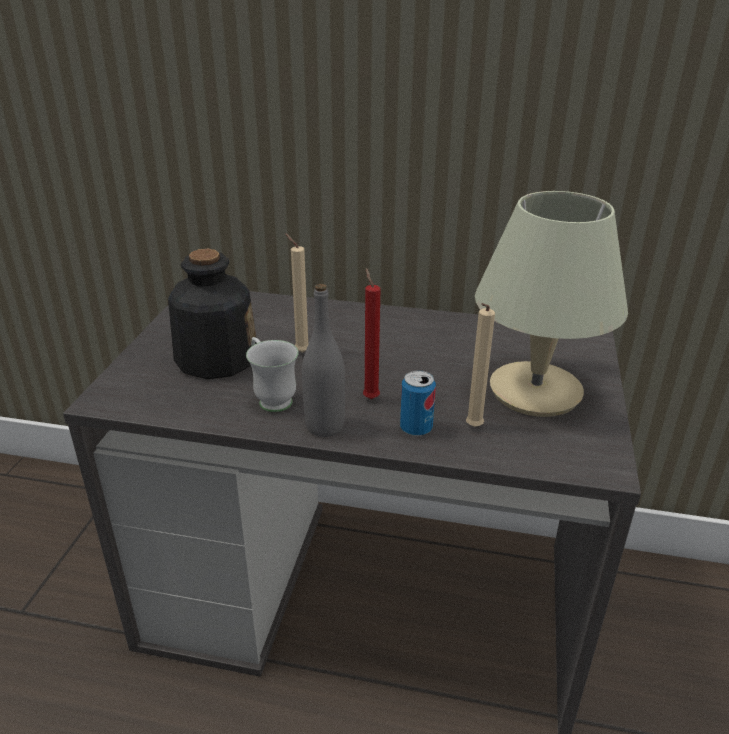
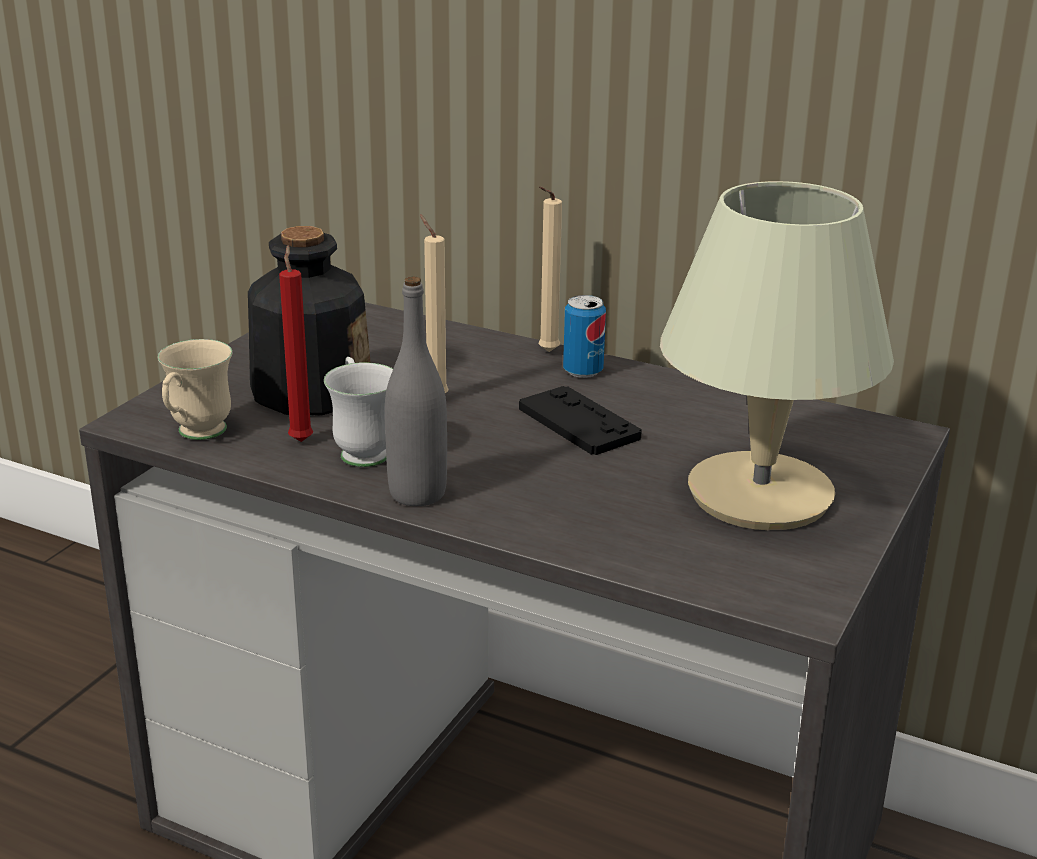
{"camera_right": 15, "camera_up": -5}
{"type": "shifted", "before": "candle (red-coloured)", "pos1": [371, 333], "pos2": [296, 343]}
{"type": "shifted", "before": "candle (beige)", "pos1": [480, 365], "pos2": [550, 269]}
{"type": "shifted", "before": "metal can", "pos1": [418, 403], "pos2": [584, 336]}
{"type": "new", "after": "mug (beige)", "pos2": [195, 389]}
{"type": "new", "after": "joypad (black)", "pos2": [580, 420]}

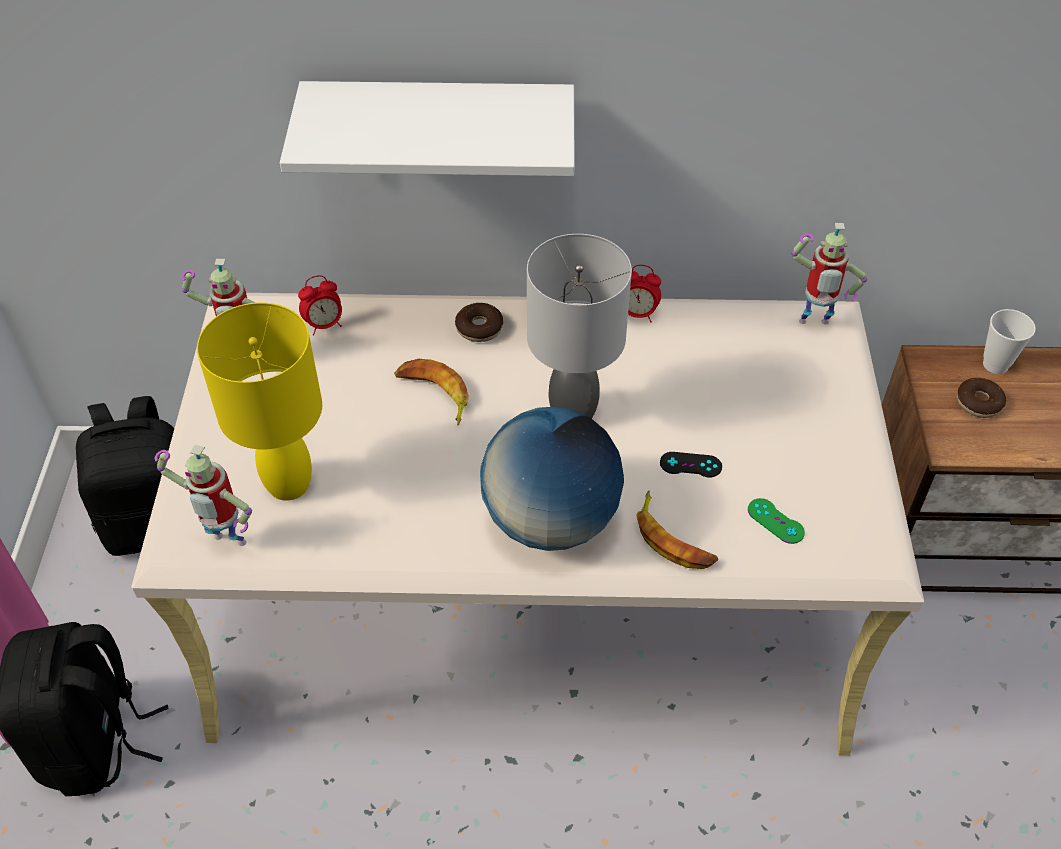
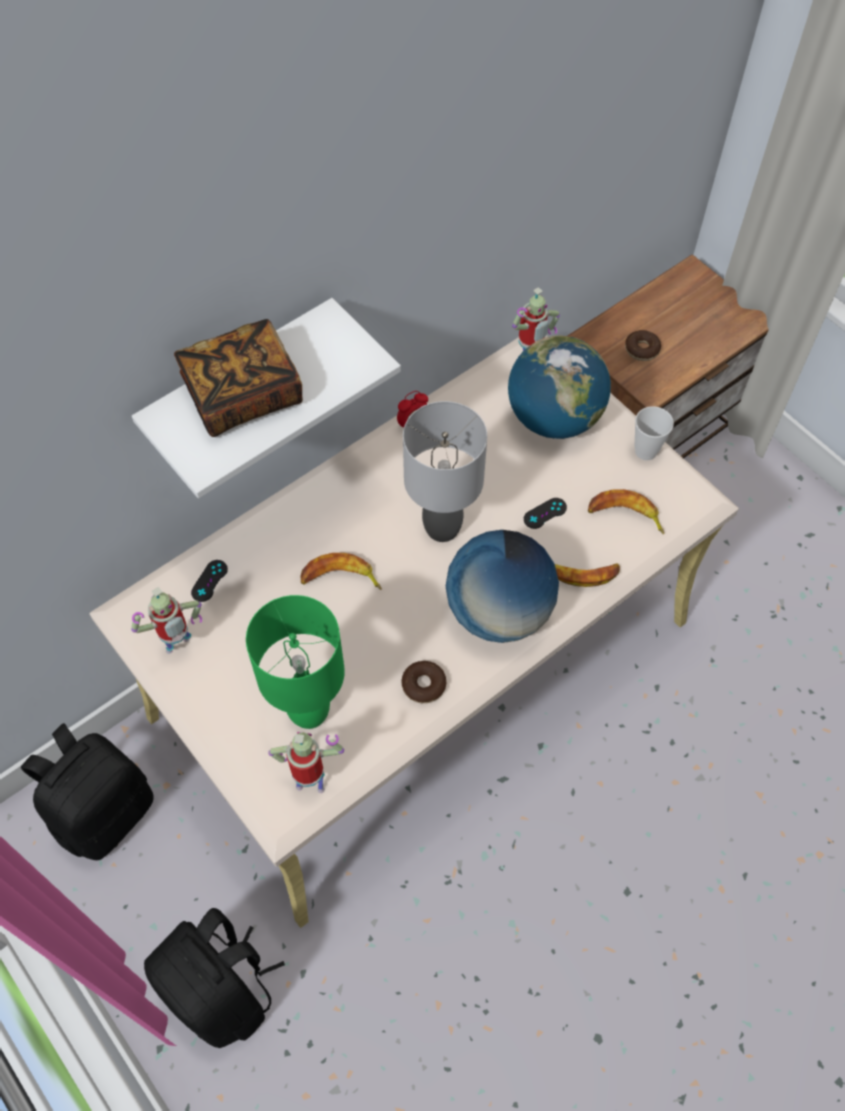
{"camera_right": -40, "camera_up": 10}
{"type": "swapped", "before": "table clock", "after": "joypad (black)", "pos1": [320, 305], "pos2": [209, 581]}
{"type": "repainted", "before": "table lamp (yellow)", "after": "table lamp (greenish)", "pos1": [259, 402], "pos2": [295, 662]}
{"type": "shifted", "before": "ring doughnut", "pos1": [479, 322], "pos2": [424, 682]}
{"type": "shifted", "before": "cup", "pos1": [1009, 341], "pos2": [654, 433]}
{"type": "rotated", "before": "toy robot", "pos1": [203, 495], "pos2": [306, 762], "turn": -150}
{"type": "swapped", "before": "joypad (greenish)", "after": "whole banana", "pos1": [776, 521], "pos2": [626, 512]}
{"type": "new", "after": "volume", "pos2": [238, 378]}
{"type": "new", "after": "desk globe", "pos2": [559, 387]}

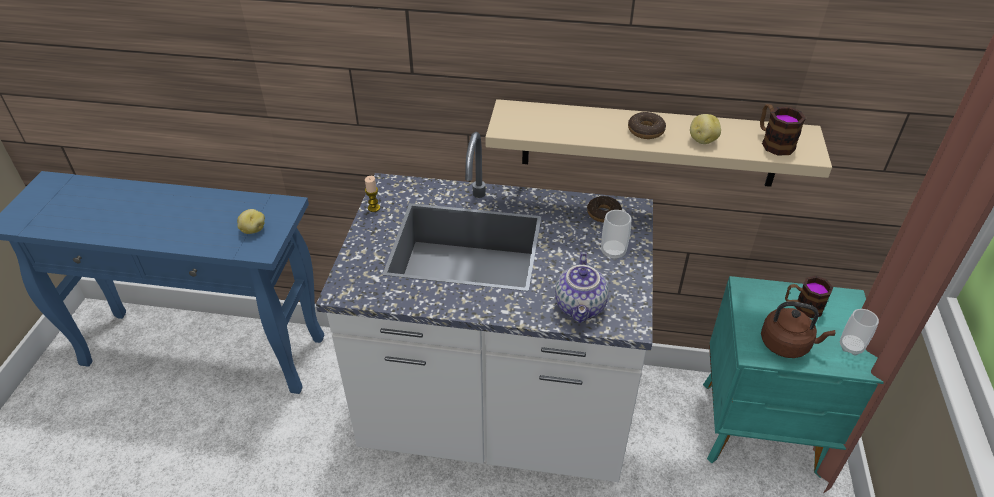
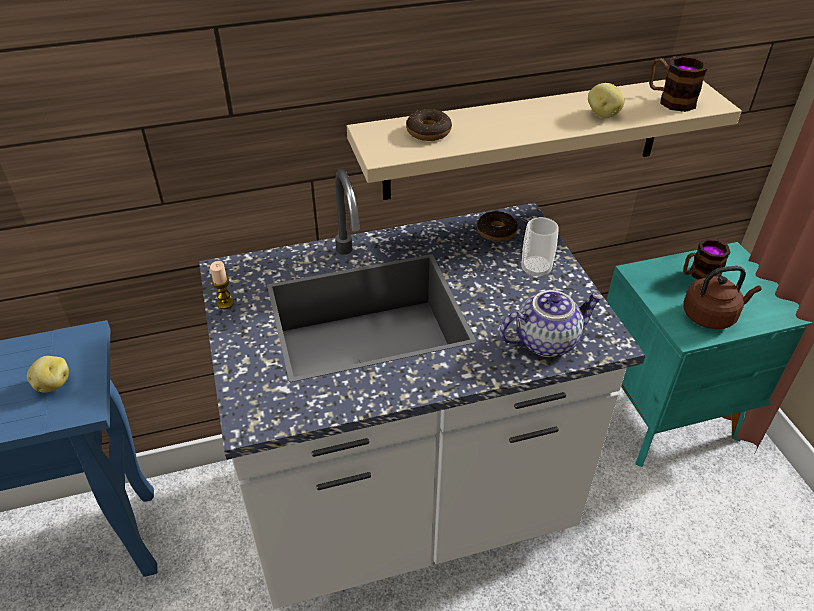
{"camera_right": -25, "camera_up": 0}
{"type": "shifted", "before": "ring doughnut", "pos1": [647, 125], "pos2": [429, 125]}
{"type": "rotated", "before": "teapot", "pos1": [582, 287], "pos2": [551, 323], "turn": -90}
{"type": "gone", "before": "cup", "pos1": [859, 332]}

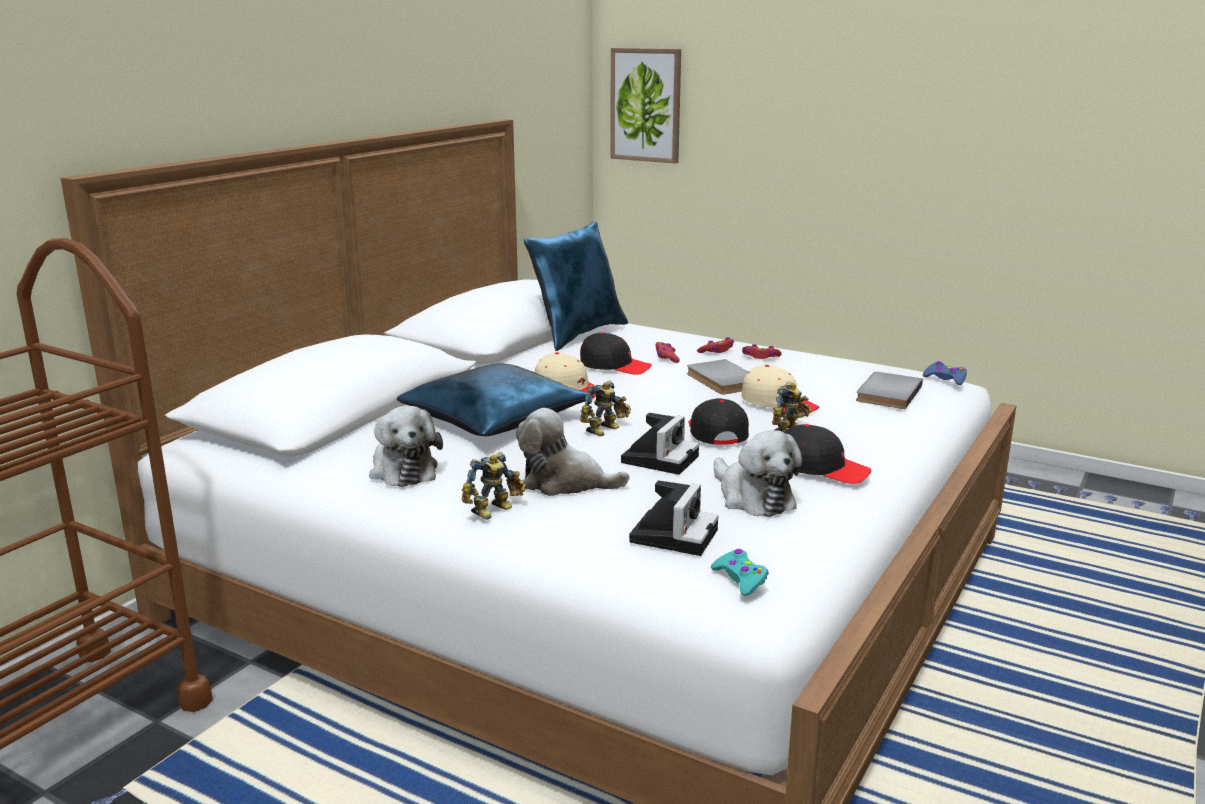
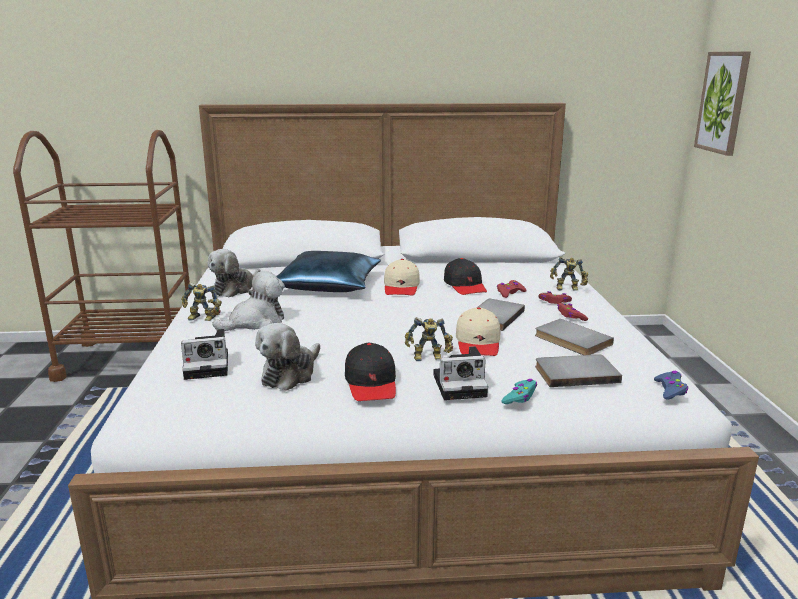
{"camera_right": 55, "camera_up": 0}
{"type": "gone", "before": "pillow (blue)", "pos1": [576, 286]}
{"type": "shifted", "before": "toy robot", "pos1": [605, 409], "pos2": [569, 273]}
{"type": "gone", "before": "peaked cap (black)", "pos1": [718, 421]}
{"type": "rotated", "before": "soft toy", "pos1": [573, 452], "pos2": [248, 301], "turn": 75}
{"type": "shifted", "before": "still camera", "pos1": [660, 444], "pos2": [460, 373]}
{"type": "shifted", "before": "joypad (turquoise)", "pos1": [740, 572], "pos2": [519, 391]}
{"type": "new", "after": "volume (greyish)", "pos2": [574, 337]}

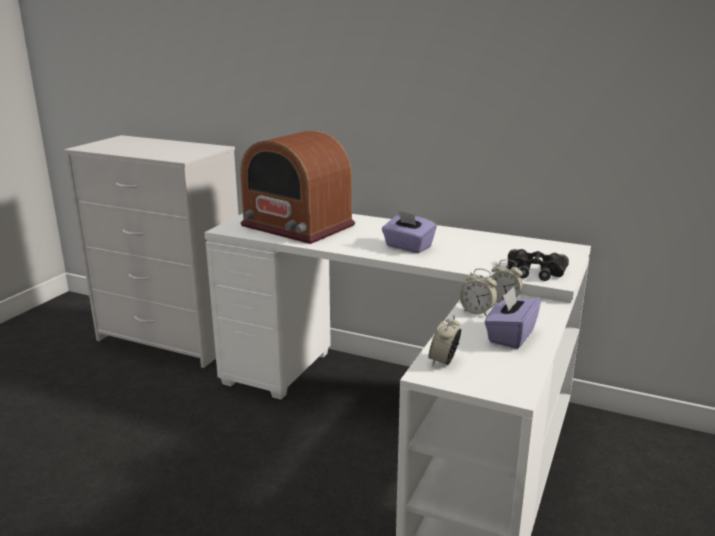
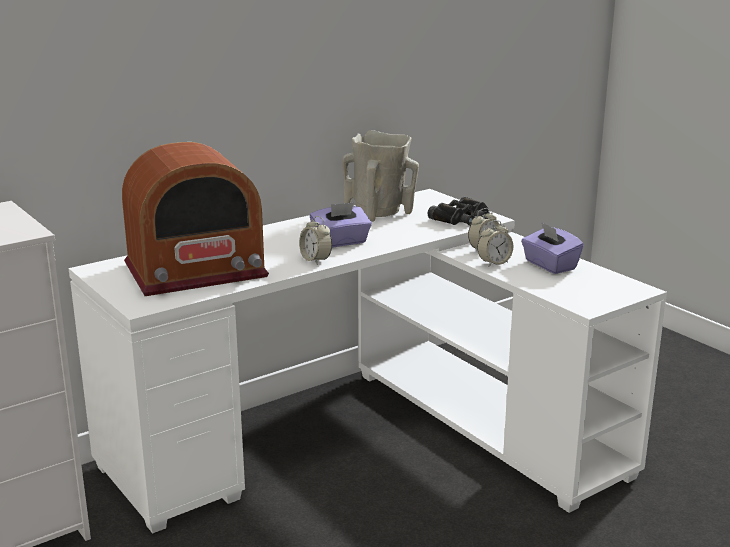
{"camera_right": -60, "camera_up": 0}
{"type": "shifted", "before": "table clock", "pos1": [444, 340], "pos2": [315, 240]}
{"type": "new", "after": "vase (beige)", "pos2": [380, 176]}

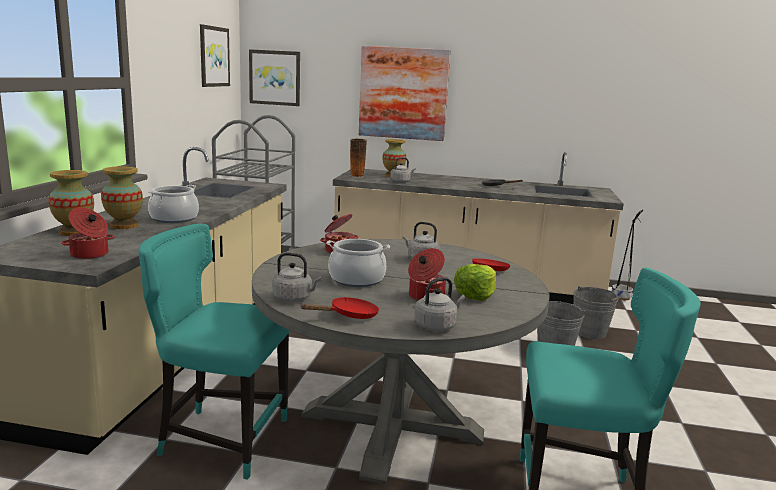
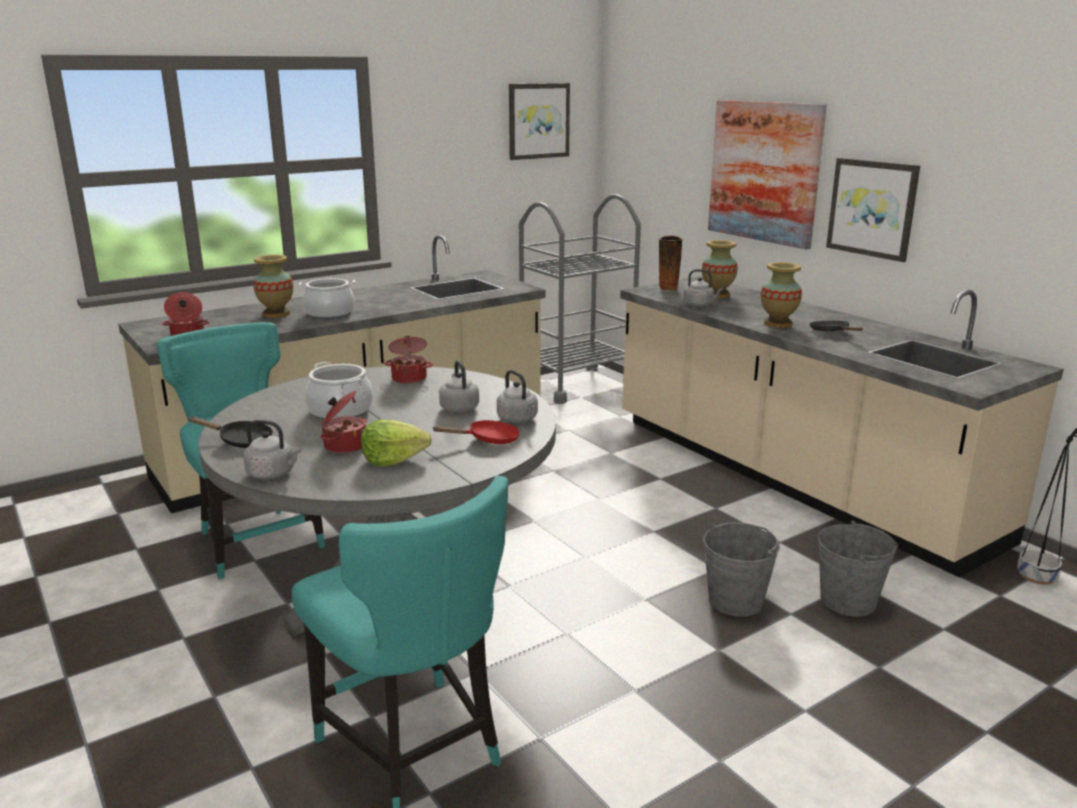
{"camera_right": 45, "camera_up": 5}
{"type": "shifted", "before": "wall picture", "pos1": [274, 77], "pos2": [873, 210]}
{"type": "shifted", "before": "vase", "pos1": [71, 203], "pos2": [781, 295]}
{"type": "shifted", "before": "kettle (greyish)", "pos1": [297, 277], "pos2": [517, 396]}
{"type": "repainted", "before": "pan (red-coloured)", "after": "pan (black)", "pos1": [339, 308], "pos2": [230, 432]}

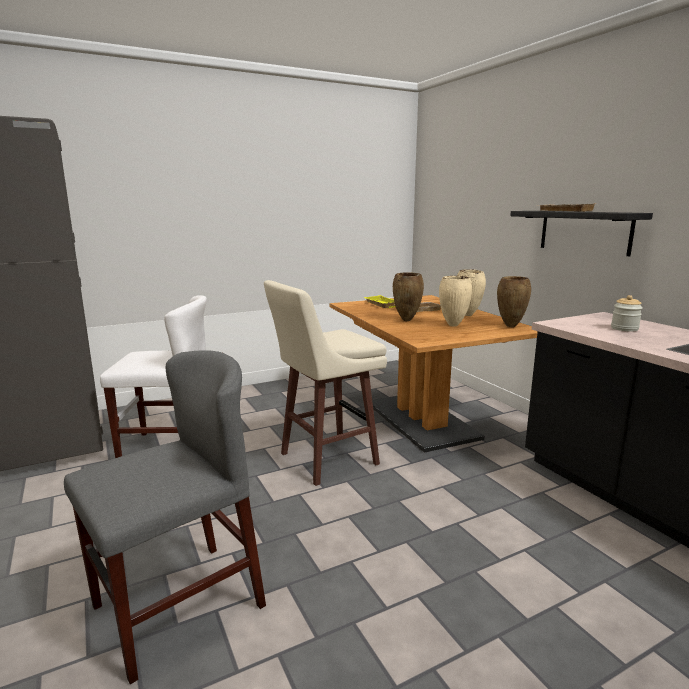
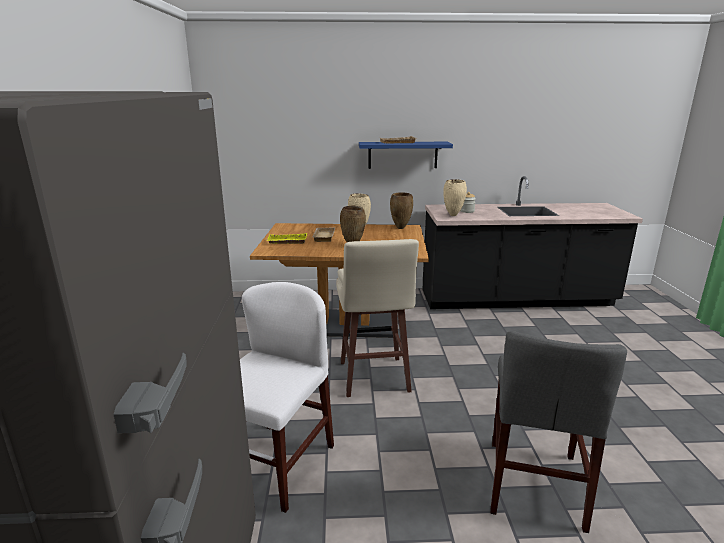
{"camera_right": -65, "camera_up": 5}
{"type": "repainted", "before": "wall shelf (black)", "after": "wall shelf (blue)", "pos1": [581, 233], "pos2": [406, 155]}
{"type": "shifted", "before": "vase (beige)", "pos1": [455, 301], "pos2": [455, 197]}
{"type": "rotated", "before": "upright chair (greyish)", "pos1": [165, 517], "pos2": [558, 432], "turn": -150}

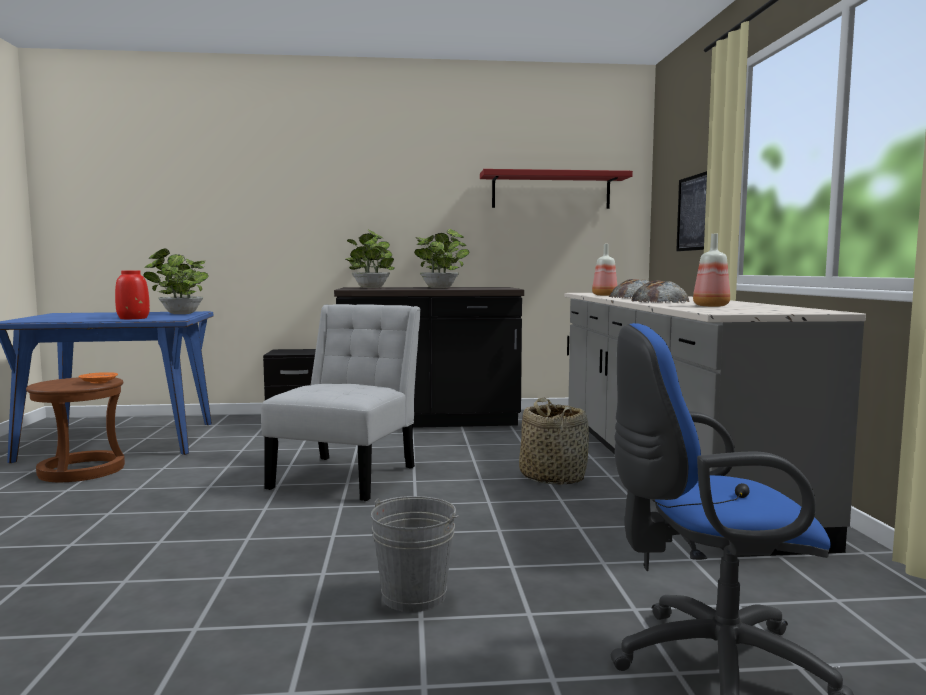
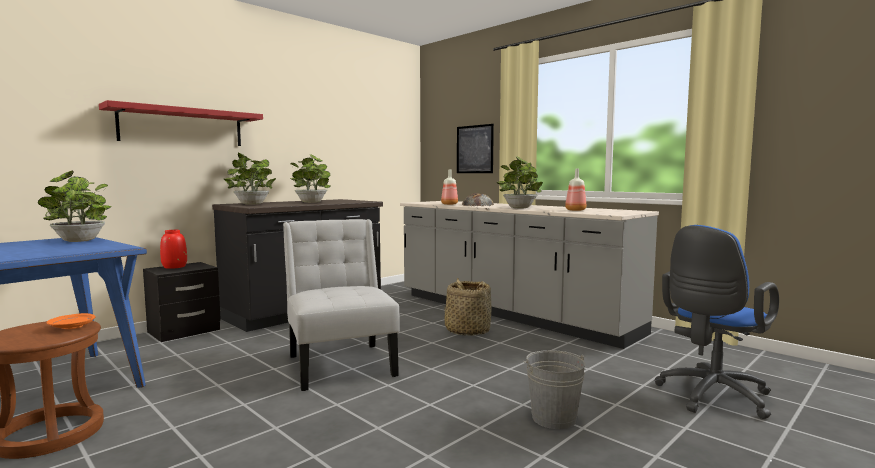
{"camera_right": -40, "camera_up": 0}
{"type": "shifted", "before": "wall shelf (red-coloured)", "pos1": [556, 189], "pos2": [181, 123]}
{"type": "shifted", "before": "vase (red-coloured)", "pos1": [132, 294], "pos2": [173, 249]}
{"type": "swapped", "before": "baked bread", "after": "potted plant", "pos1": [660, 291], "pos2": [520, 182]}

